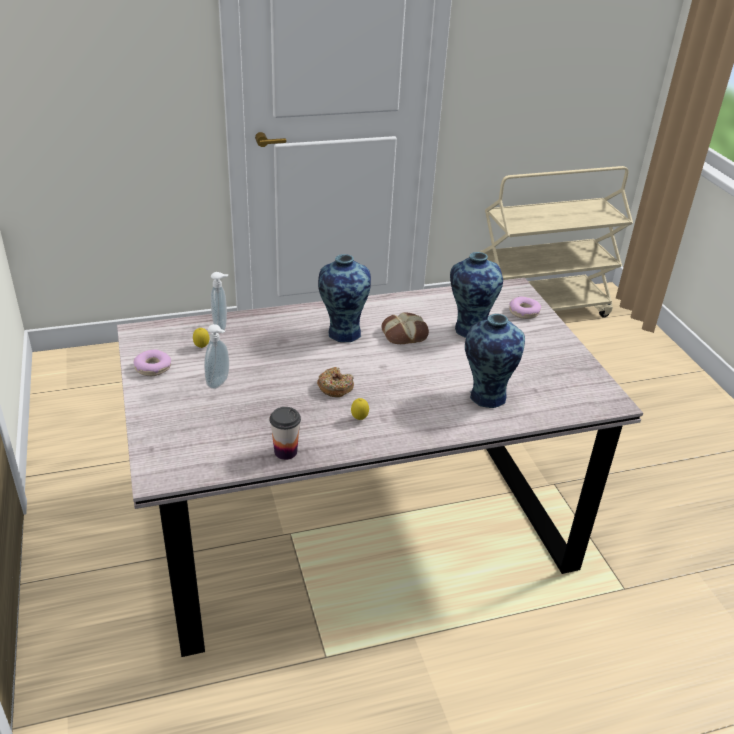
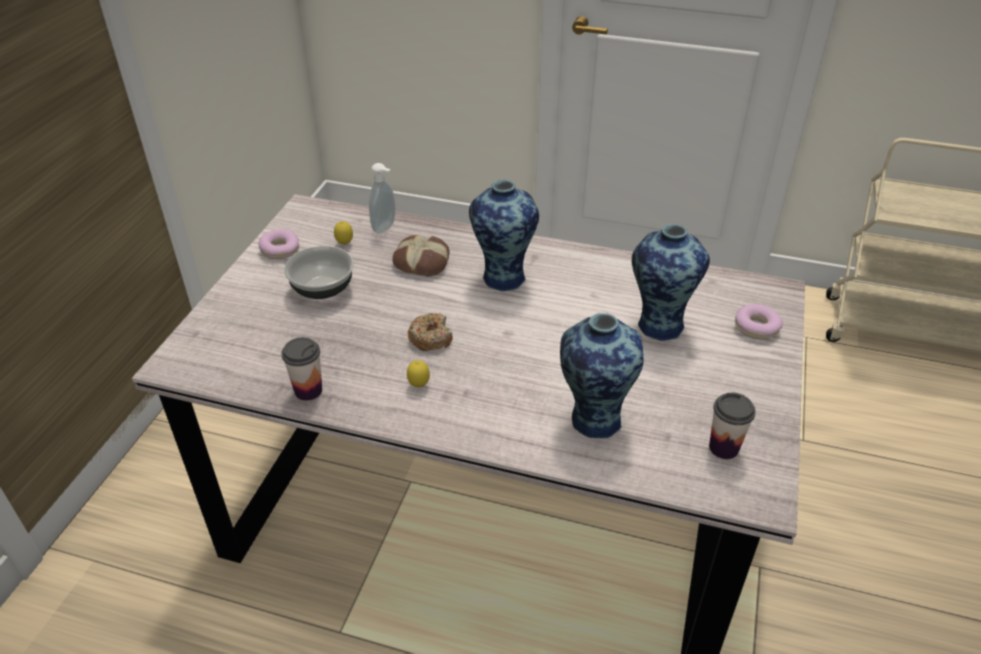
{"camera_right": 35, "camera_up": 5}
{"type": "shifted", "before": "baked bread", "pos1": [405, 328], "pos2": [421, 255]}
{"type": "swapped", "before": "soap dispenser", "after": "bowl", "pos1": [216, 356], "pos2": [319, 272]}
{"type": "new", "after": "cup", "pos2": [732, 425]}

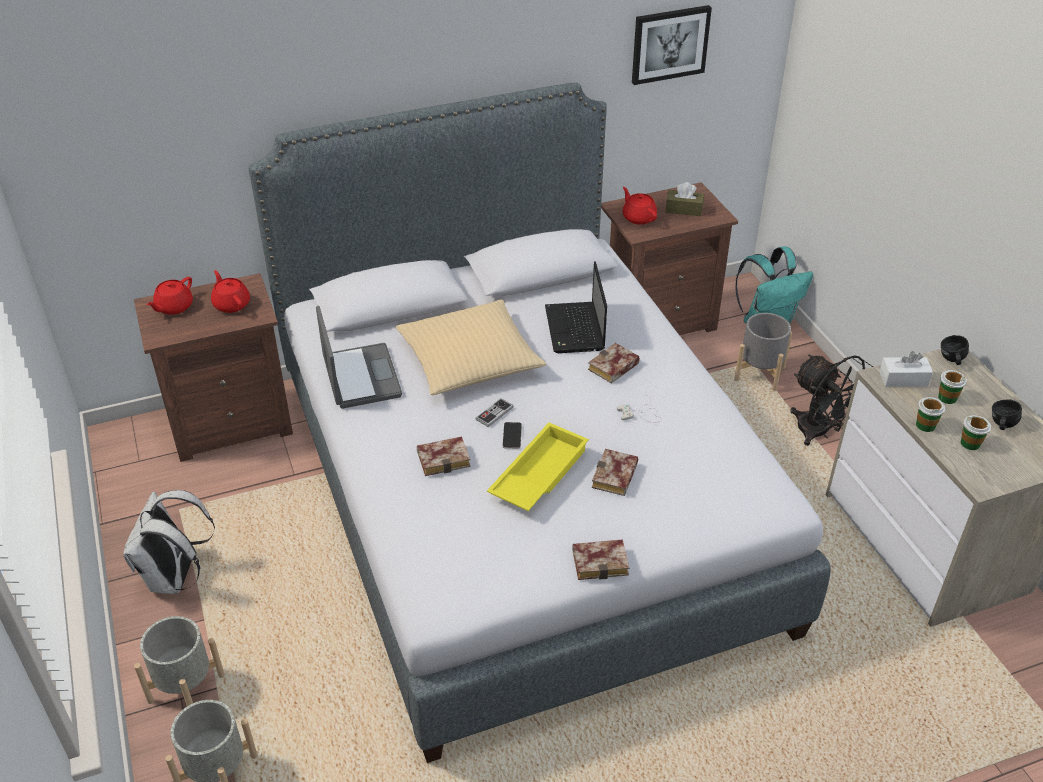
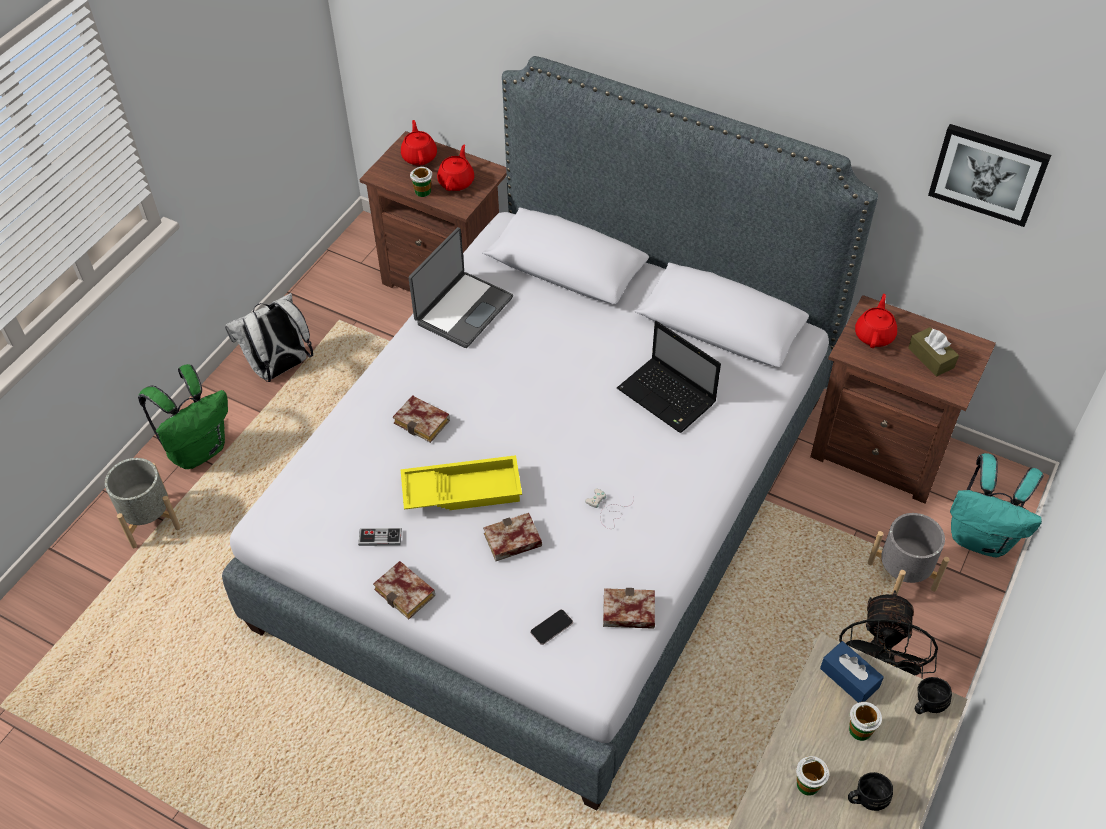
{"camera_right": 50, "camera_up": 10}
{"type": "rotated", "before": "notebook computer", "pos1": [576, 307], "pos2": [669, 377], "turn": -90}
{"type": "rotated", "before": "teapot (red-coloured)", "pos1": [170, 296], "pos2": [419, 142], "turn": 90}
{"type": "gone", "before": "pillow (beige)", "pos1": [471, 347]}
{"type": "shifted", "before": "volume", "pos1": [614, 363], "pos2": [629, 608]}
{"type": "repainted", "before": "tissue holder (whitish)", "after": "tissue holder (blue)", "pos1": [906, 369], "pos2": [852, 672]}
{"type": "shifted", "before": "cup", "pos1": [930, 414], "pos2": [421, 182]}
{"type": "shifted", "before": "joypad", "pos1": [494, 412], "pos2": [380, 537]}
{"type": "shifted", "before": "telephone", "pos1": [512, 435], "pos2": [551, 627]}
{"type": "swapped", "before": "flower pot (greyish)", "after": "backpack (greenish)", "pos1": [179, 661], "pos2": [183, 416]}

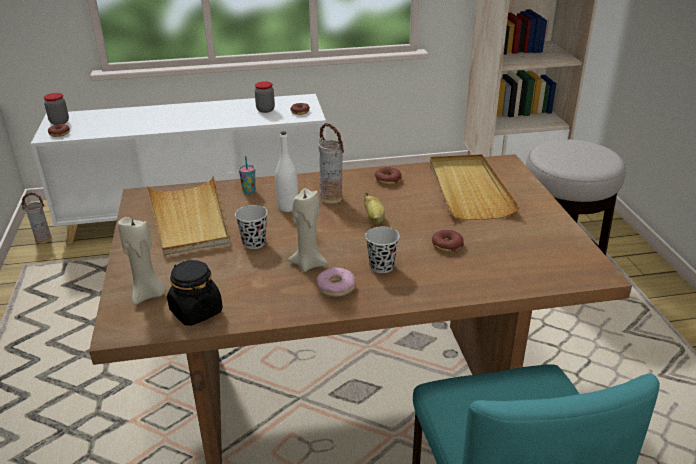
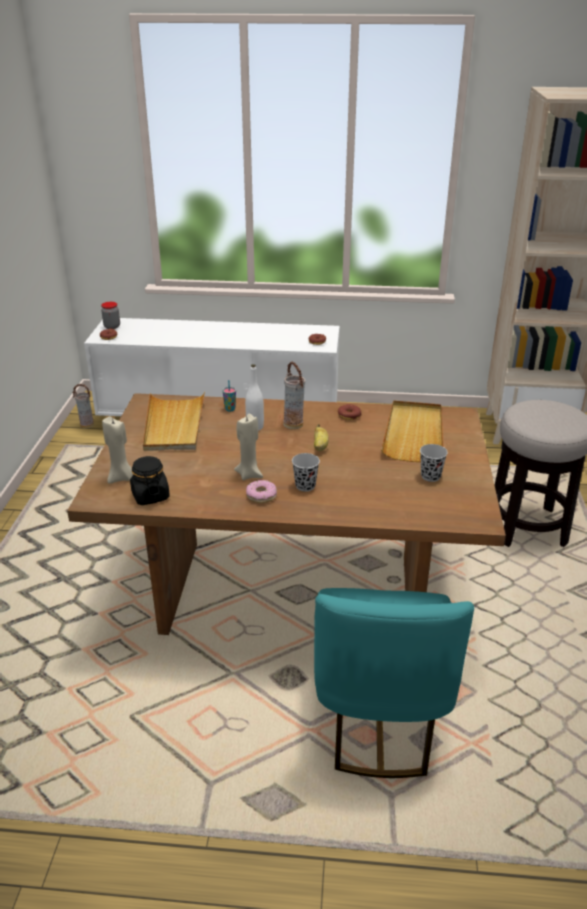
{"camera_right": 15, "camera_up": 0}
{"type": "gone", "before": "storage jar", "pos1": [265, 97]}
{"type": "shifted", "before": "cup (black)", "pos1": [251, 227], "pos2": [434, 463]}
{"type": "gone", "before": "ring doughnut", "pos1": [448, 241]}

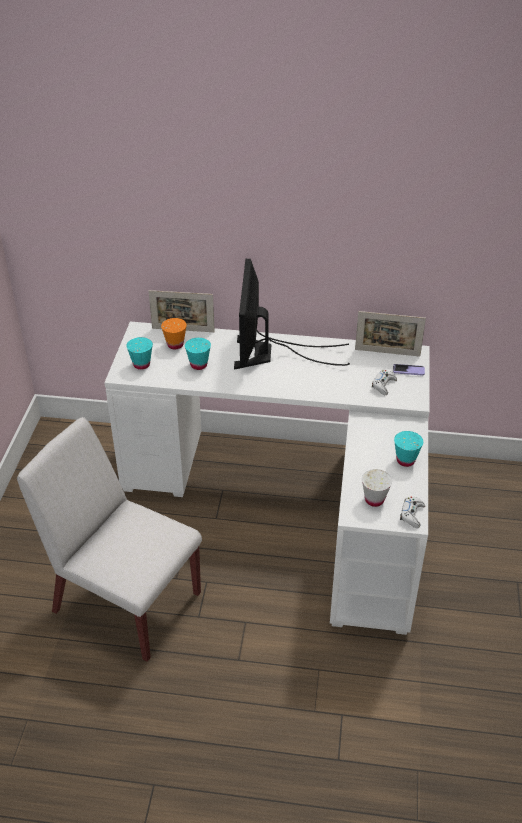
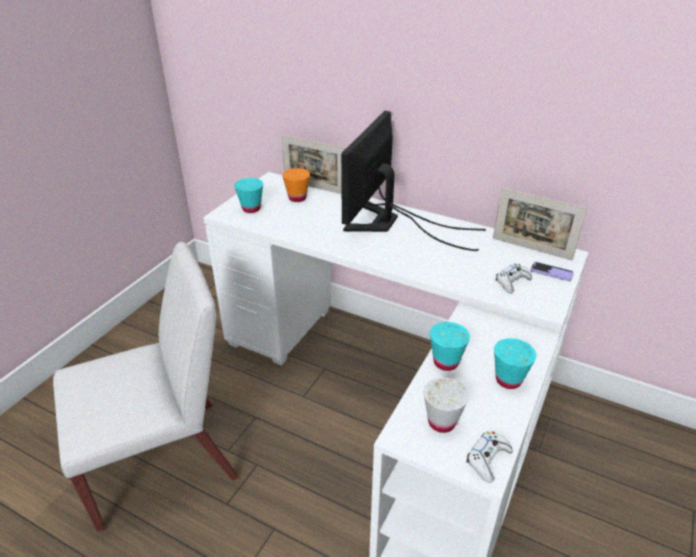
{"camera_right": 20, "camera_up": -5}
{"type": "shifted", "before": "cup (turquoise)", "pos1": [198, 354], "pos2": [450, 346]}
{"type": "rotated", "before": "upright chair (whitish)", "pos1": [109, 539], "pos2": [146, 387], "turn": 105}

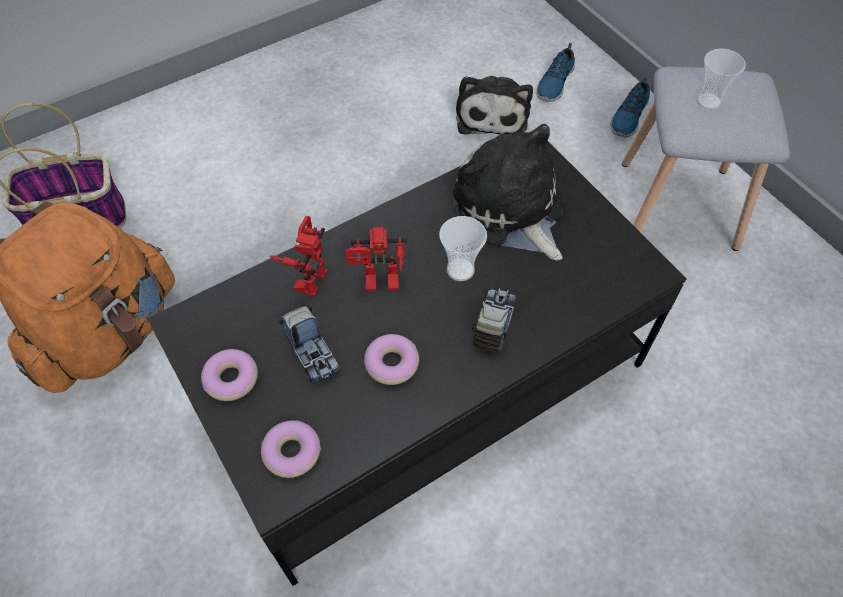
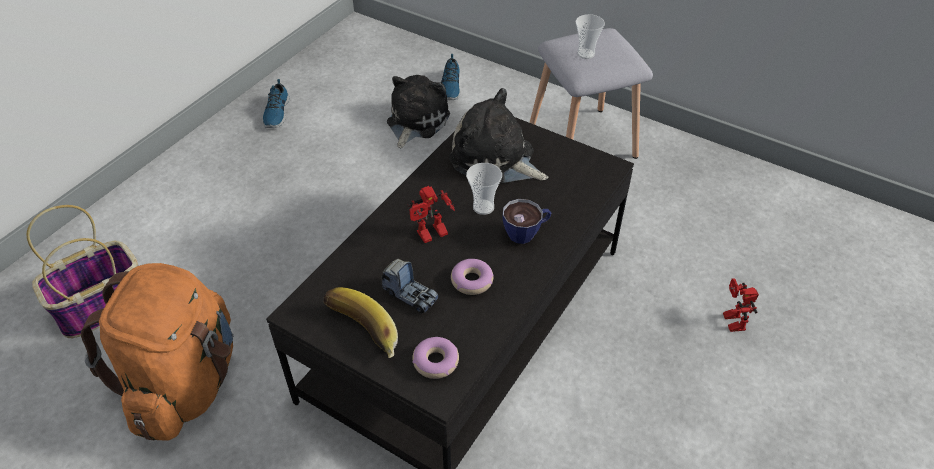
{"camera_right": -25, "camera_up": -10}
{"type": "rotated", "before": "soft toy", "pos1": [494, 105], "pos2": [418, 111], "turn": -135}
{"type": "shifted", "before": "shoe", "pos1": [630, 106], "pos2": [276, 103]}
{"type": "shifted", "before": "toy robot", "pos1": [299, 256], "pos2": [741, 305]}
{"type": "swapped", "before": "toy truck", "after": "cup", "pos1": [494, 320], "pos2": [527, 221]}
{"type": "swapped", "before": "ring doughnut", "after": "whole banana", "pos1": [229, 375], "pos2": [360, 322]}

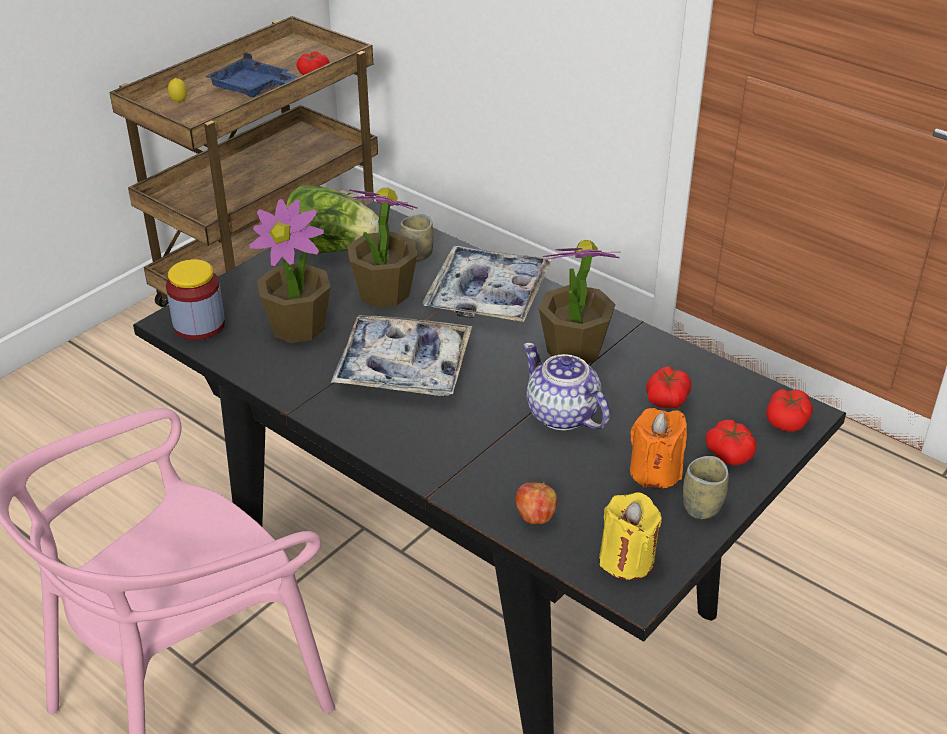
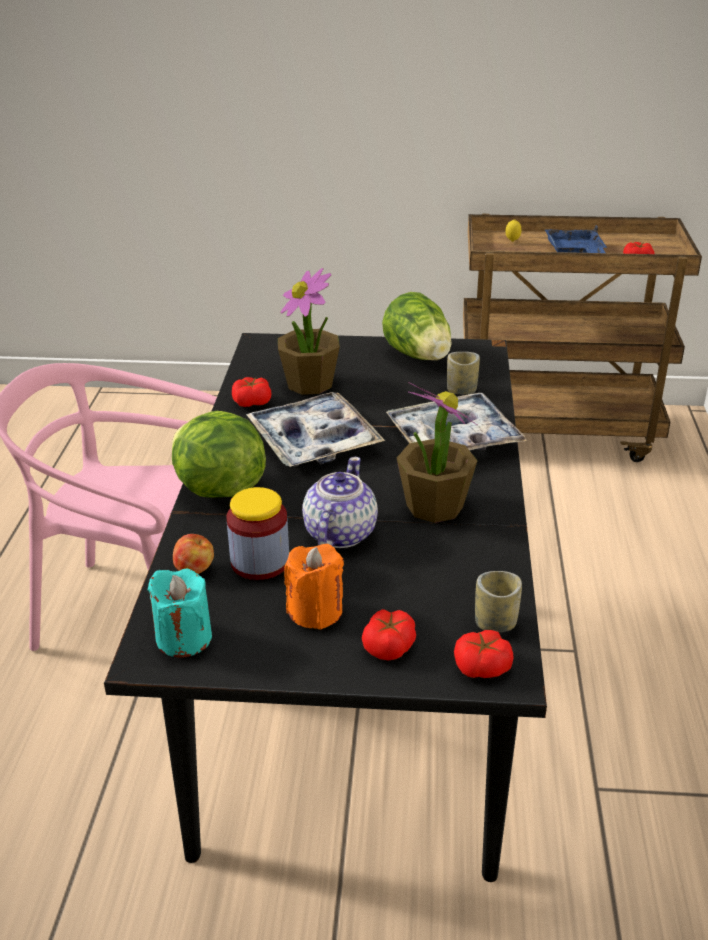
{"camera_right": 55, "camera_up": -5}
{"type": "gone", "before": "potted plant", "pos1": [382, 248]}
{"type": "shifted", "before": "storage jar", "pos1": [195, 299], "pos2": [257, 533]}
{"type": "shifted", "before": "tomato", "pos1": [668, 387], "pos2": [251, 392]}
{"type": "shifted", "before": "cup", "pos1": [705, 487], "pos2": [498, 601]}
{"type": "repainted", "before": "candle (yellow)", "after": "candle (turquoise)", "pos1": [630, 536], "pos2": [179, 613]}
{"type": "new", "after": "lettuce", "pos2": [219, 454]}

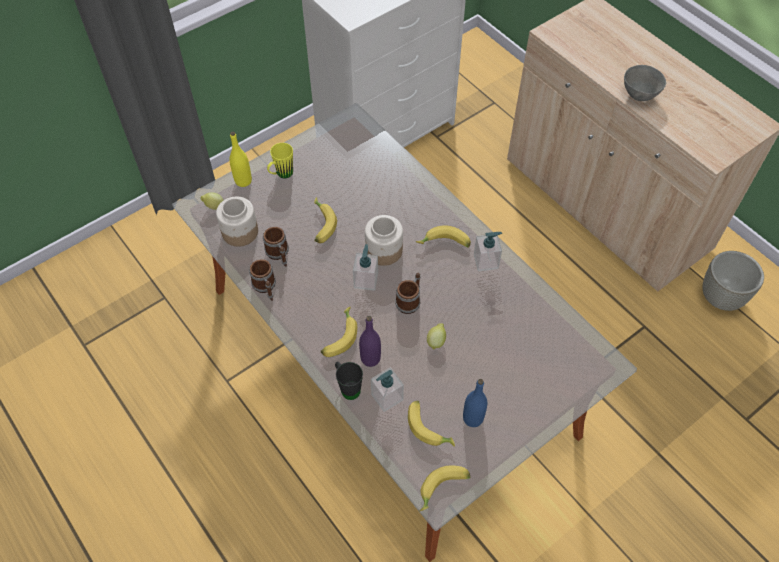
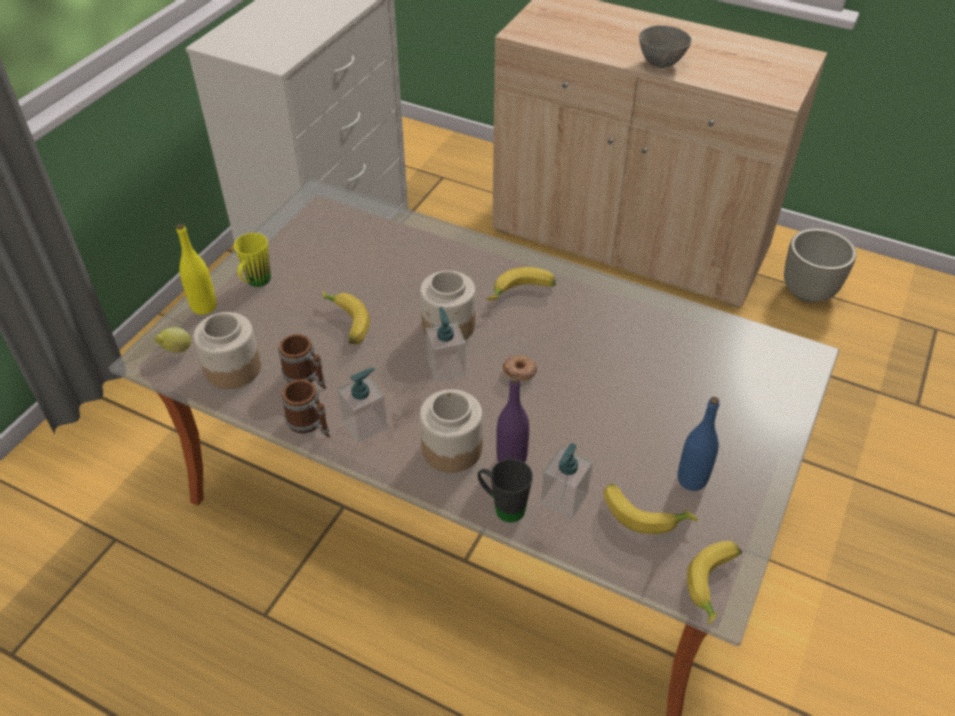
{"camera_right": -25, "camera_up": -10}
{"type": "shifted", "before": "soap dispenser", "pos1": [488, 252], "pos2": [362, 404]}
{"type": "swapped", "before": "mug", "after": "ring doughnut", "pos1": [408, 293], "pos2": [520, 368]}
{"type": "swapped", "before": "whole banana", "after": "storage jar", "pos1": [339, 331], "pos2": [451, 431]}
{"type": "gone", "before": "citrus fruit", "pos1": [436, 336]}

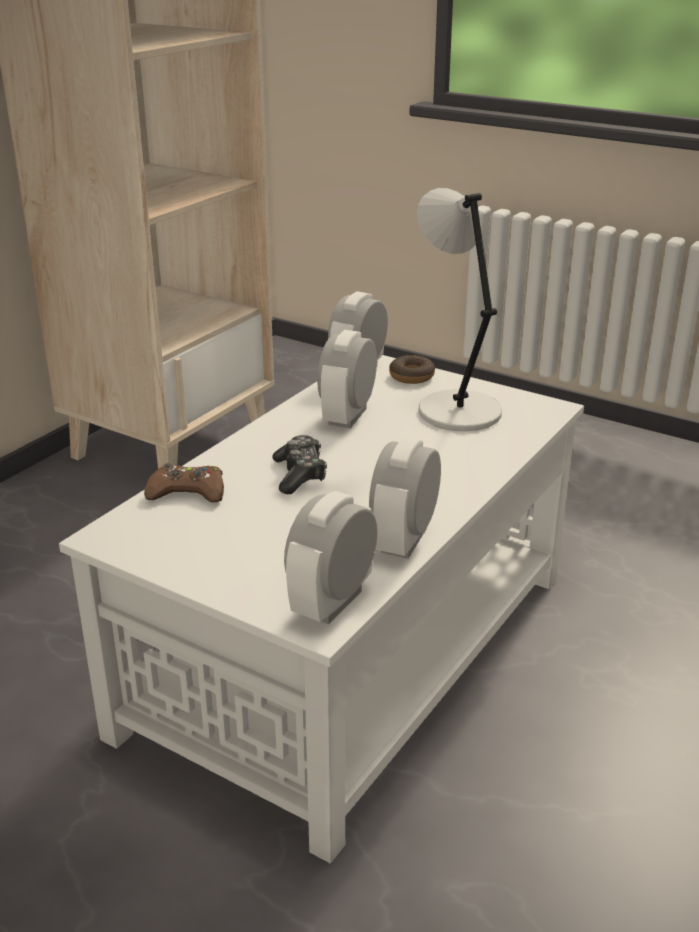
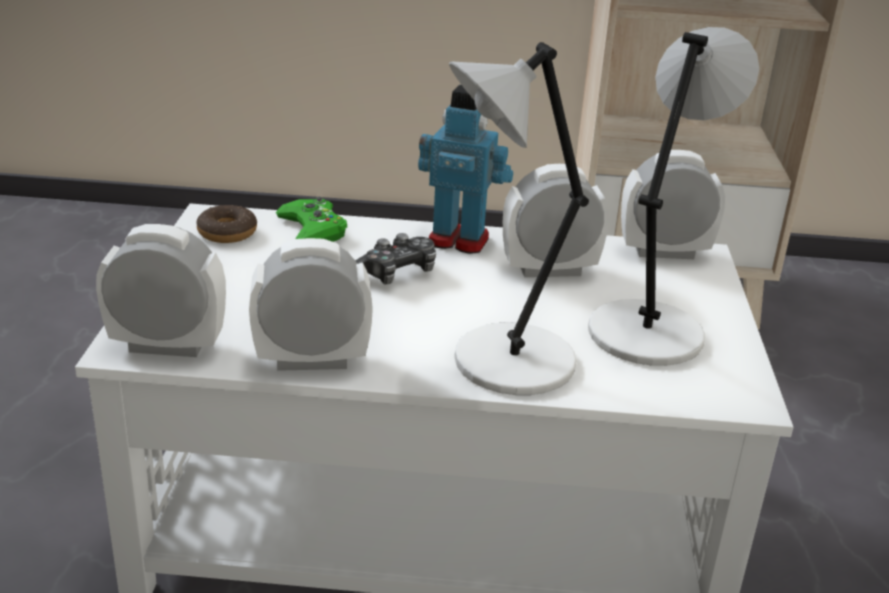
{"camera_right": 60, "camera_up": 0}
{"type": "shifted", "before": "ring doughnut", "pos1": [412, 369], "pos2": [226, 224]}
{"type": "repainted", "before": "joypad (brownish)", "after": "joypad (greenish)", "pos1": [184, 482], "pos2": [311, 219]}
{"type": "new", "after": "table lamp (greyish)", "pos2": [519, 218]}
{"type": "new", "after": "toy robot", "pos2": [465, 169]}

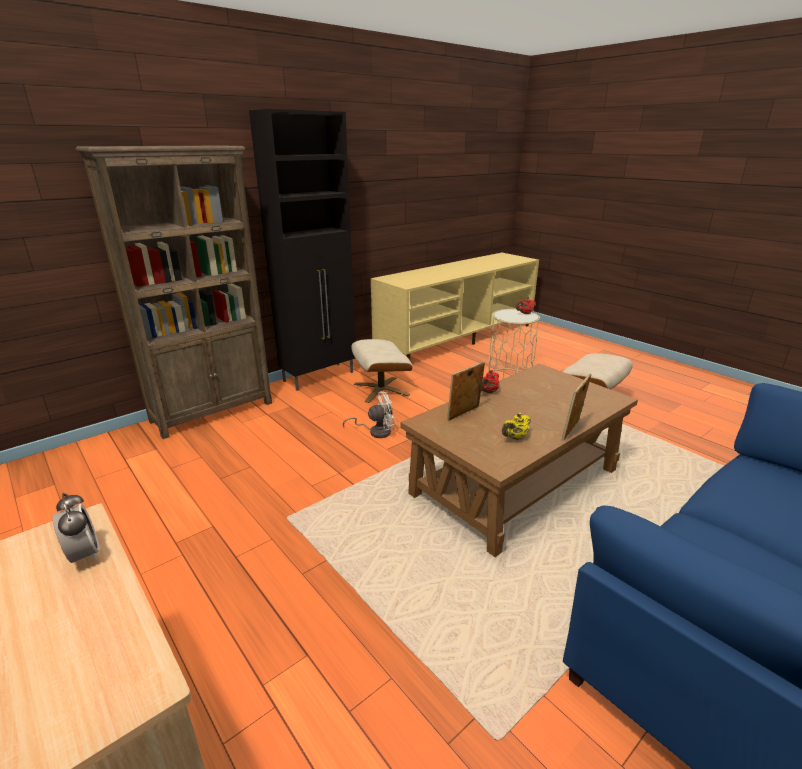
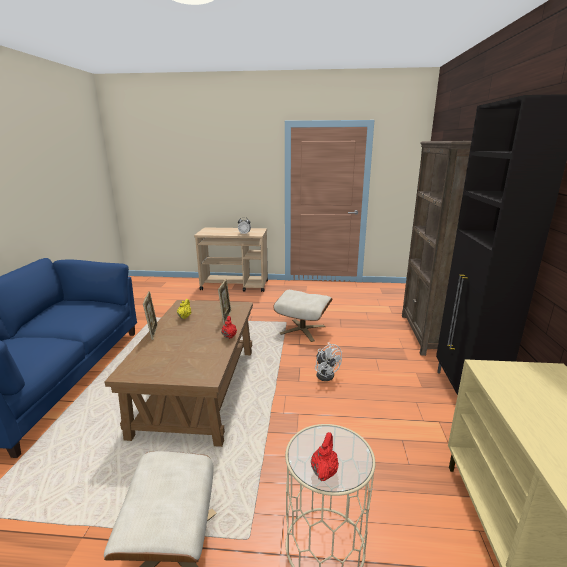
{"camera_right": 135, "camera_up": -5}
{"type": "shifted", "before": "ottoman (beige)", "pos1": [381, 371], "pos2": [302, 316]}
{"type": "rotated", "before": "cooling fan (whitish)", "pos1": [369, 414], "pos2": [328, 361], "turn": -60}

